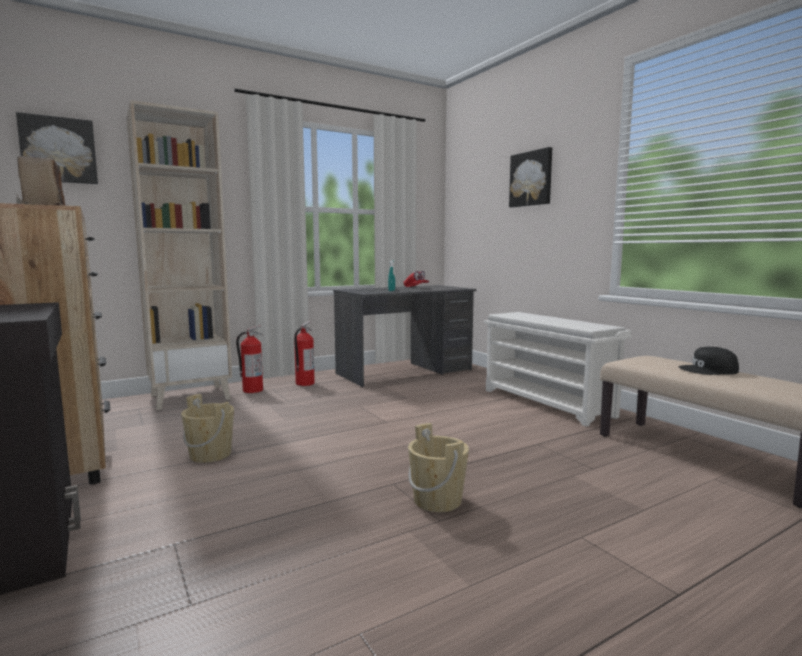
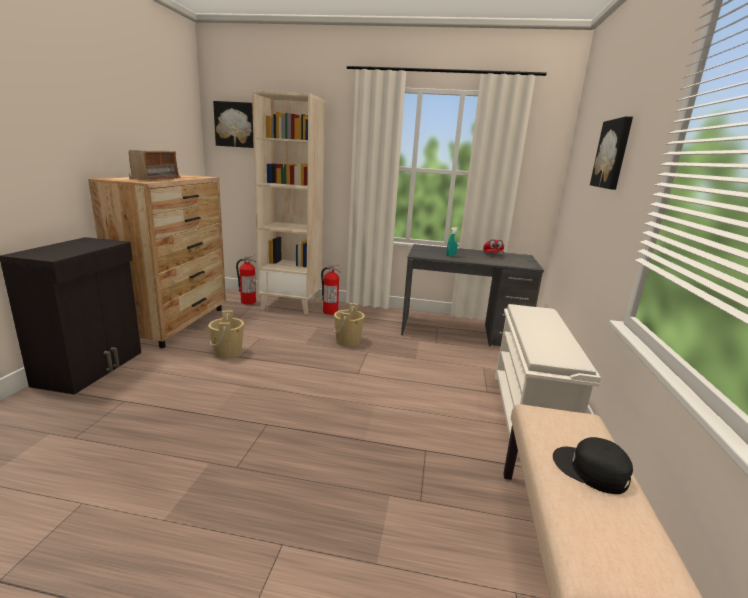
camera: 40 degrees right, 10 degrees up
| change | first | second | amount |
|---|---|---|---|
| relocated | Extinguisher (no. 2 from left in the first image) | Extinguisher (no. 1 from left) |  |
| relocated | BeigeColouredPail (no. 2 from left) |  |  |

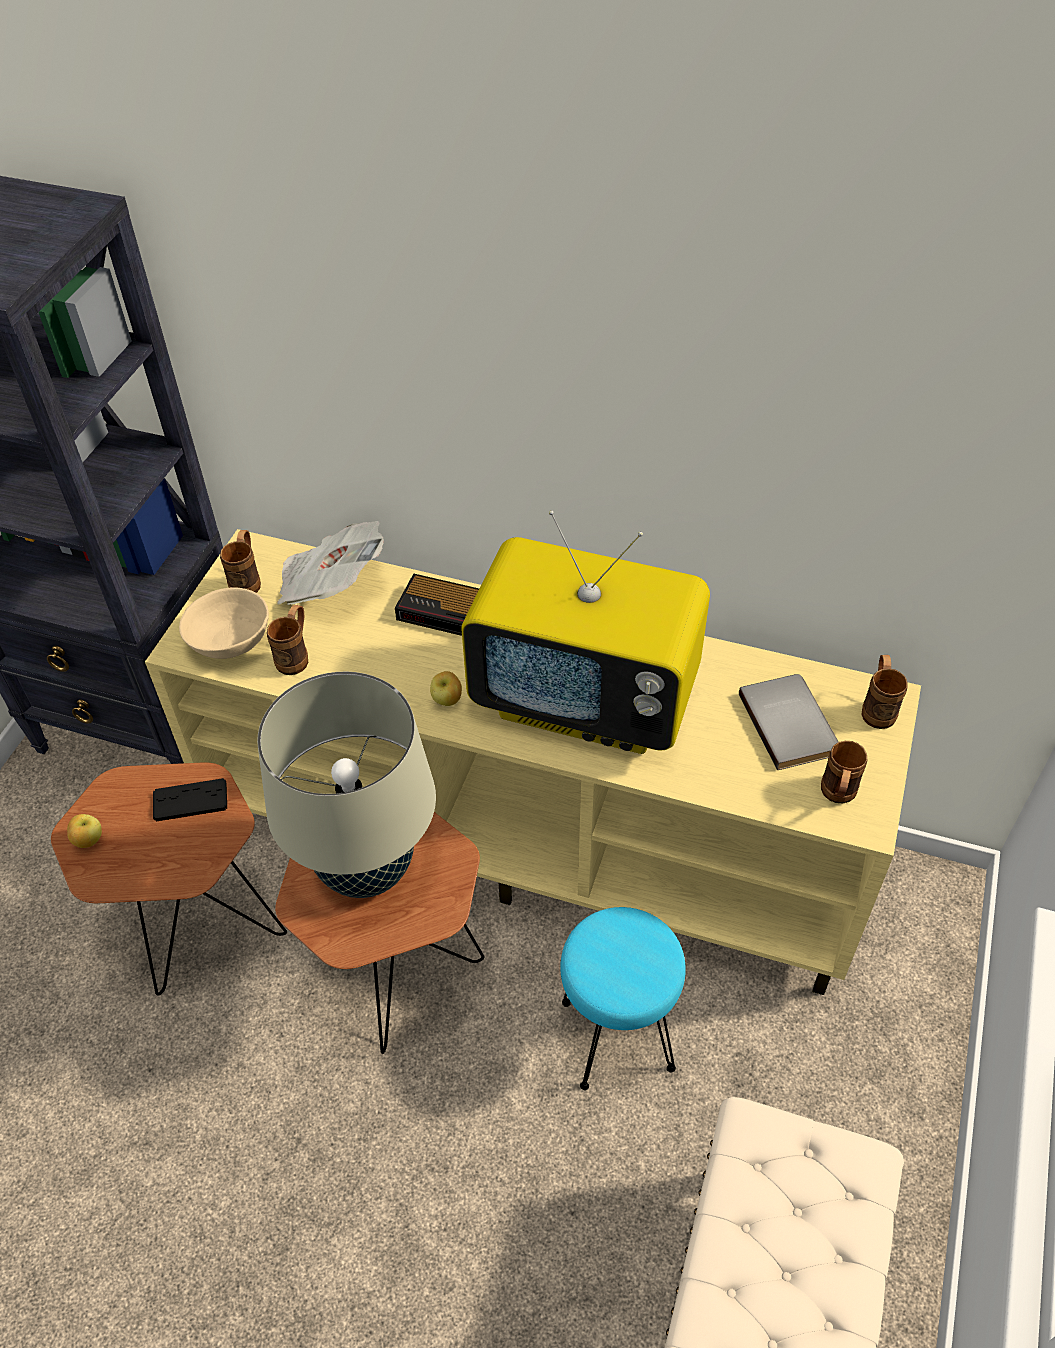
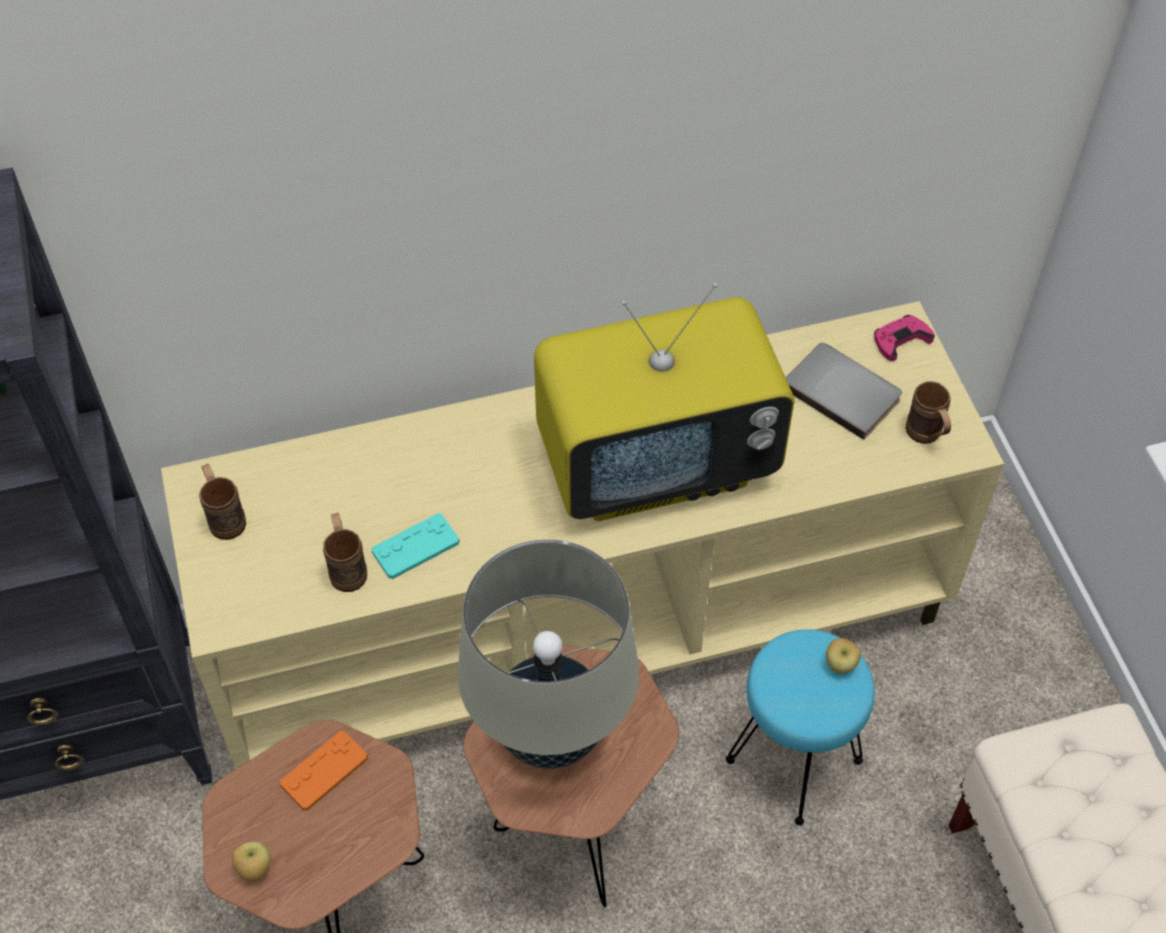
camera: 35 degrees left, 5 degrees up
| change | first | second | amount |
|---|---|---|---|
| colour | BlackishGameController | OrangeyGameController |  |
| appeared |  | TurquoiseColouredGameController |  |
| relocated | WholeApple (no. 2 from left) |  |  |
| exchanged | BrownishMug (no. 4 from left) | PinkColouredGameController |  |
| missing | BeigeColouredServingBowl |  |  |
| missing | DailyPaper |  |  |
| missing | AlarmClock |  |  |

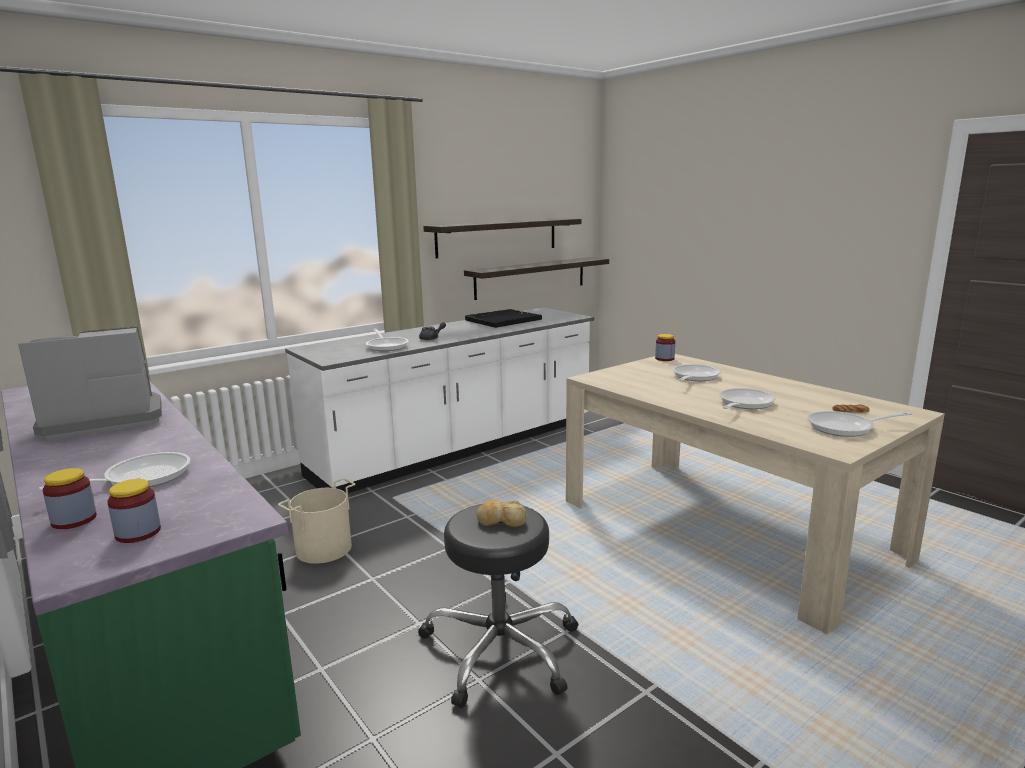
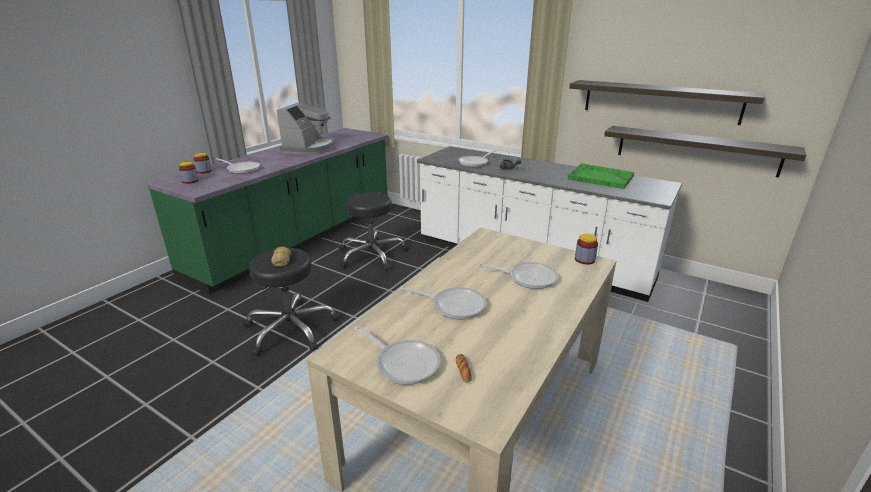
camera: 70 degrees right, 10 degrees up
| change | first | second | amount |
|---|---|---|---|
| spun | CoffeeMachine |  | 60 degrees clockwise |
| exchanged | BeigeColouredPail | BlackishStoolSeat (no. 2 from left) |  |
| spun | Skillet (no. 5 from left in the first image) | Skillet (no. 2 from left) | 150 degrees clockwise |
| colour | BlackishServingTray | GreenServingTray |  |

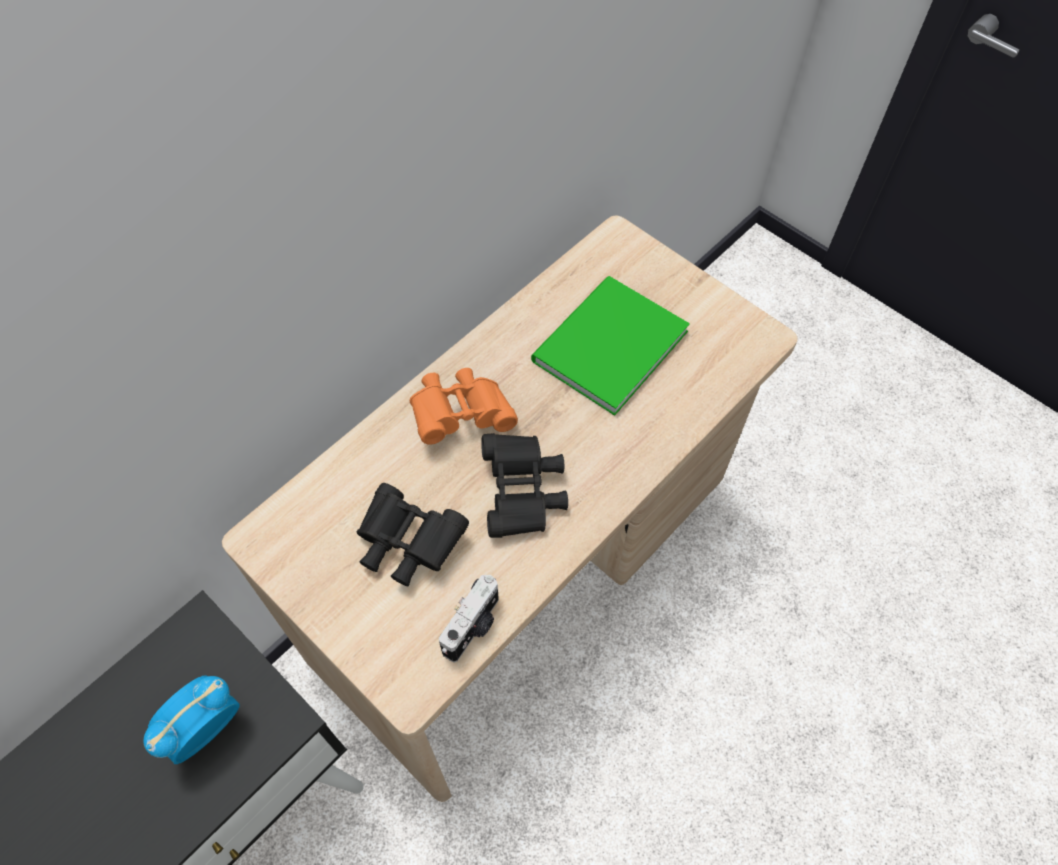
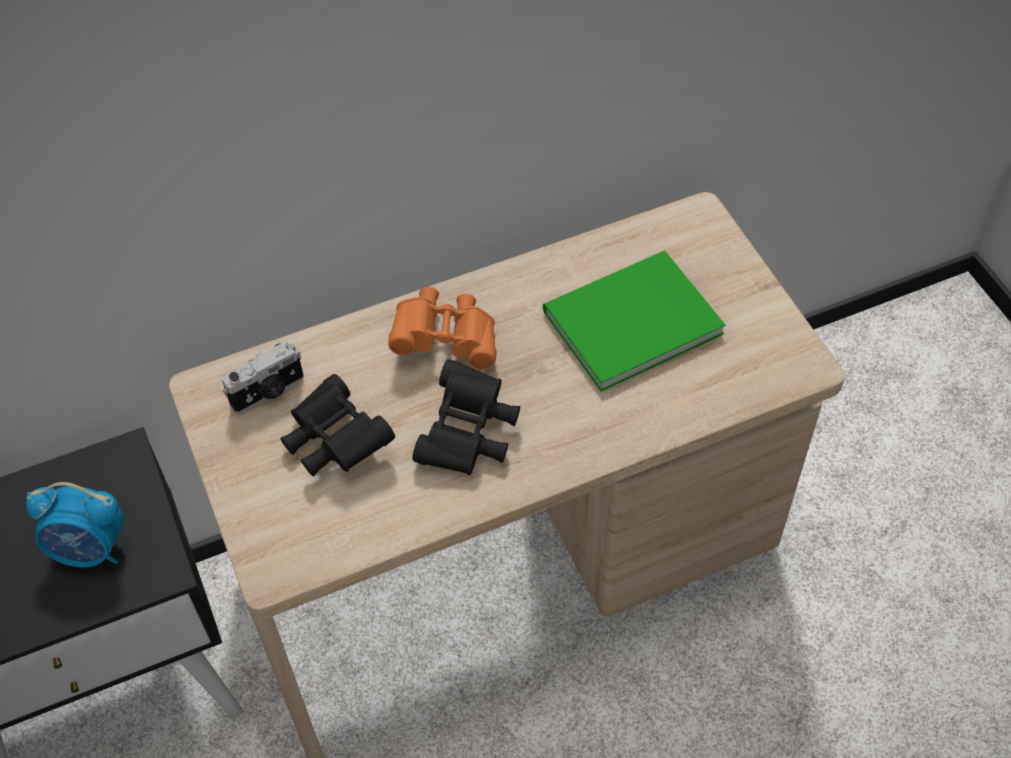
camera: 25 degrees right, 5 degrees down
| change | first | second | amount |
|---|---|---|---|
| spun | AlarmClock |  | 150 degrees counterclockwise |
| relocated | PhotoCamera |  |  |

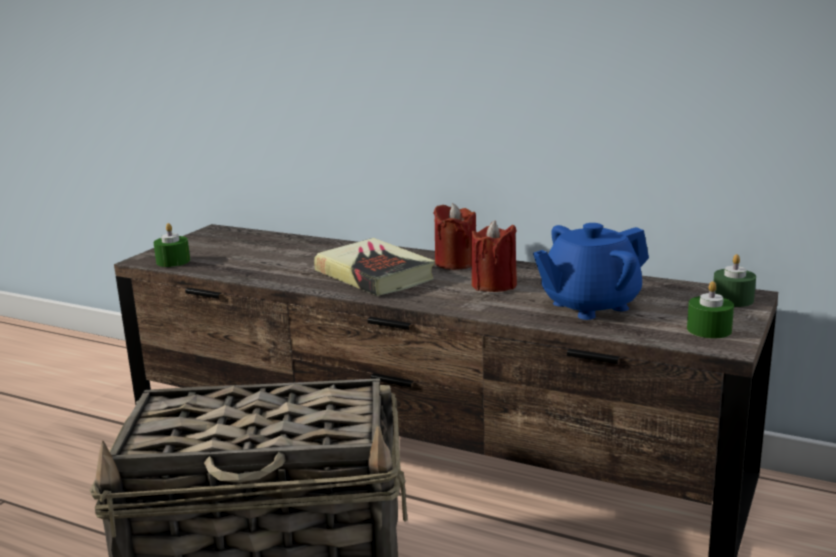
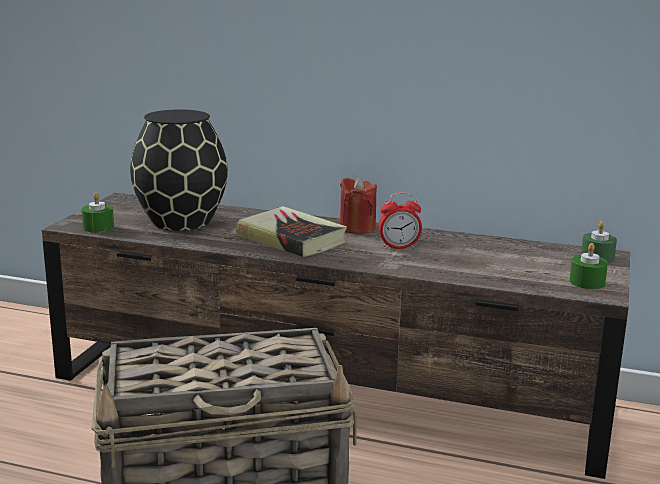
camera: 10 degrees left, 0 degrees up
| change | first | second | amount |
|---|---|---|---|
| appeared |  | BlackishVase |  |
| exchanged | ReddishWaxLight (no. 2 from left) | AlarmClock |  |
| missing | BlueTeapot |  |  |

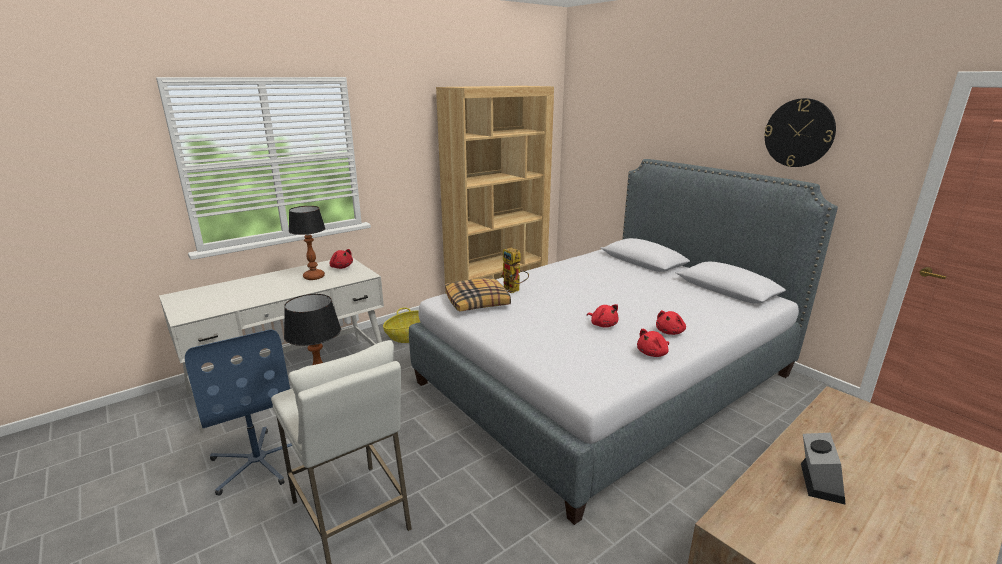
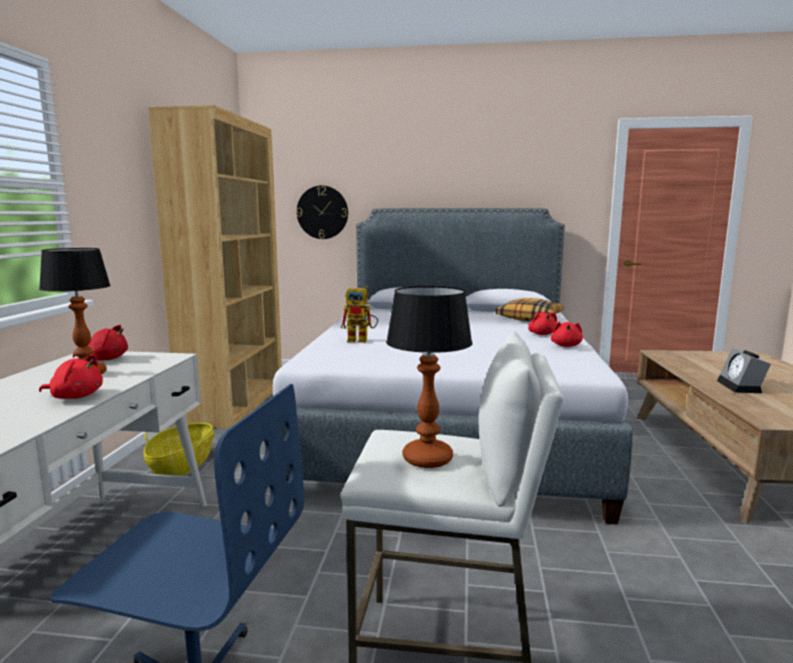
camera: 45 degrees left, 10 degrees down
| change | first | second | amount |
|---|---|---|---|
| relocated | ReddishCuddlyToy (no. 2 from left in the first image) | ReddishCuddlyToy (no. 1 from left) |  |
| relocated | HangingClock |  |  |
| relocated | ThrowPillow |  |  |
| spun | AlarmClock |  | 150 degrees counterclockwise |

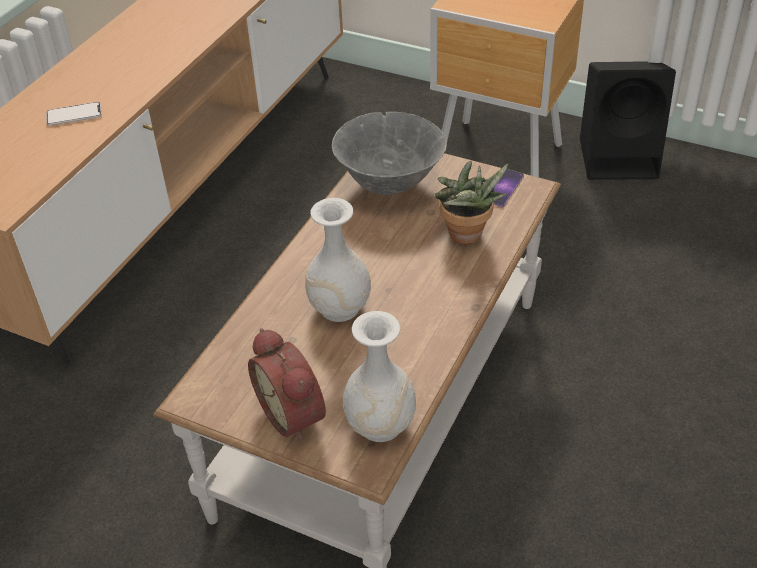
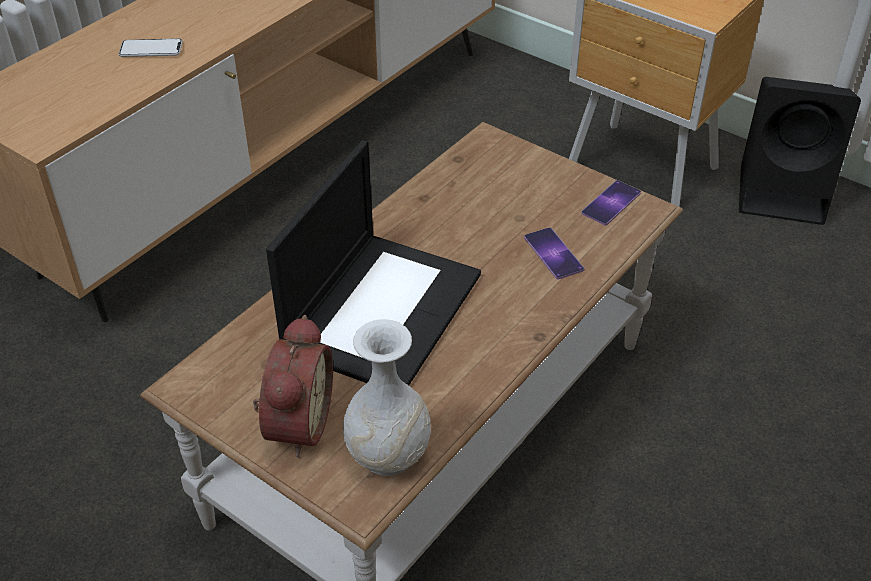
camera: 10 degrees right, 0 degrees up
| change | first | second | amount |
|---|---|---|---|
| spun | AlarmClock |  | 150 degrees counterclockwise |
| exchanged | WhiteVase (no. 1 from left) | NotebookComputer |  |
| exchanged | Houseplant | Telephone (no. 2 from left) |  |
| missing | GreyishServingBowl |  |  |

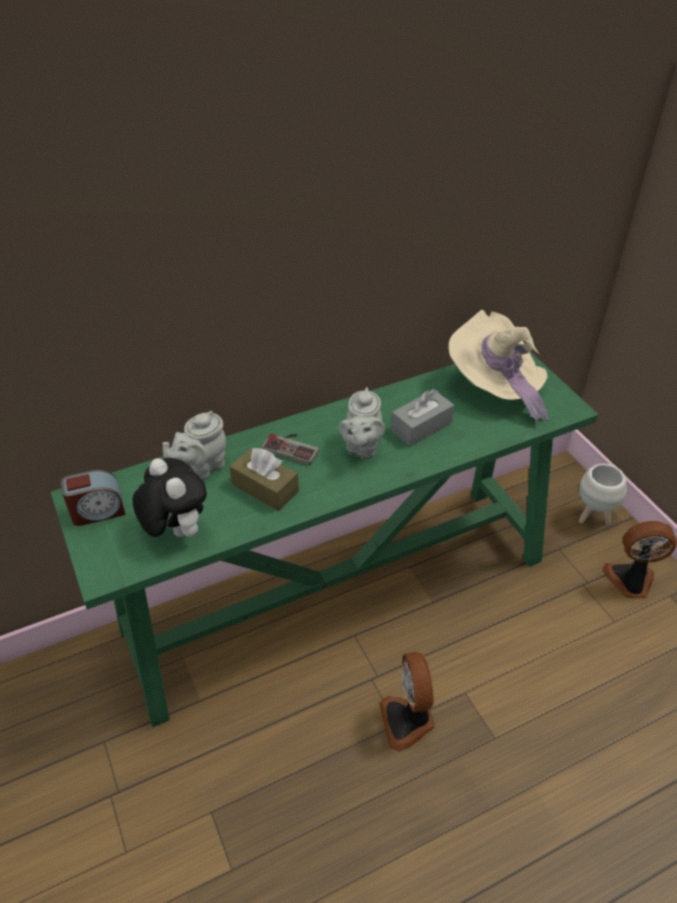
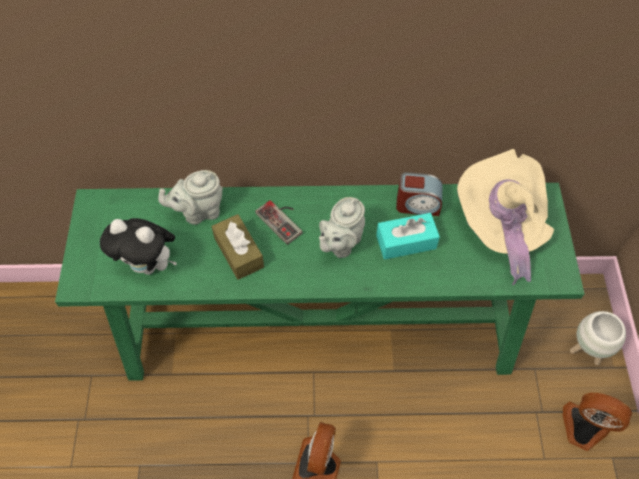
camera: 25 degrees right, 15 degrees up
| change | first | second | amount |
|---|---|---|---|
| spun | CuddlyToy |  | 120 degrees clockwise |
| colour | GreyishTissueHolder | TurquoiseColouredTissueHolder |  |
| relocated | AlarmClock |  |  |

